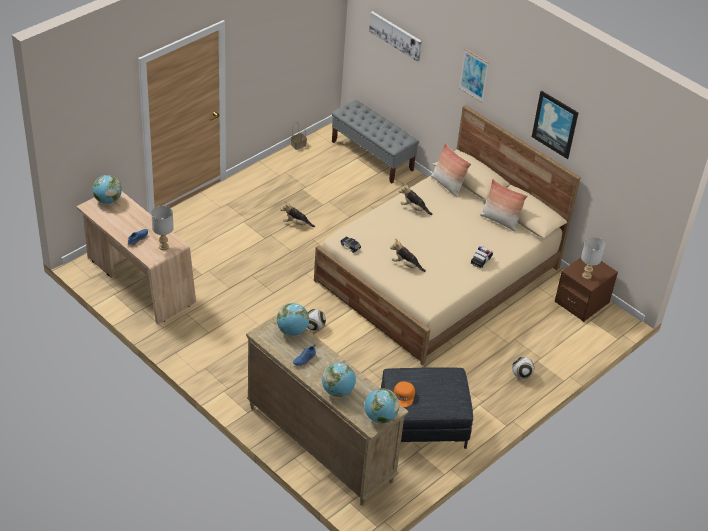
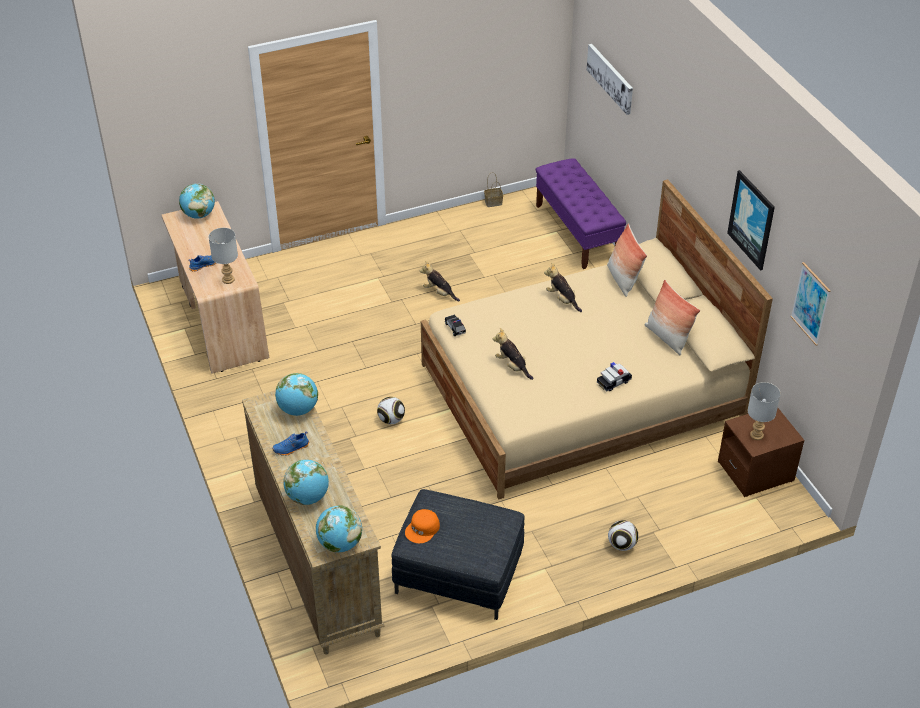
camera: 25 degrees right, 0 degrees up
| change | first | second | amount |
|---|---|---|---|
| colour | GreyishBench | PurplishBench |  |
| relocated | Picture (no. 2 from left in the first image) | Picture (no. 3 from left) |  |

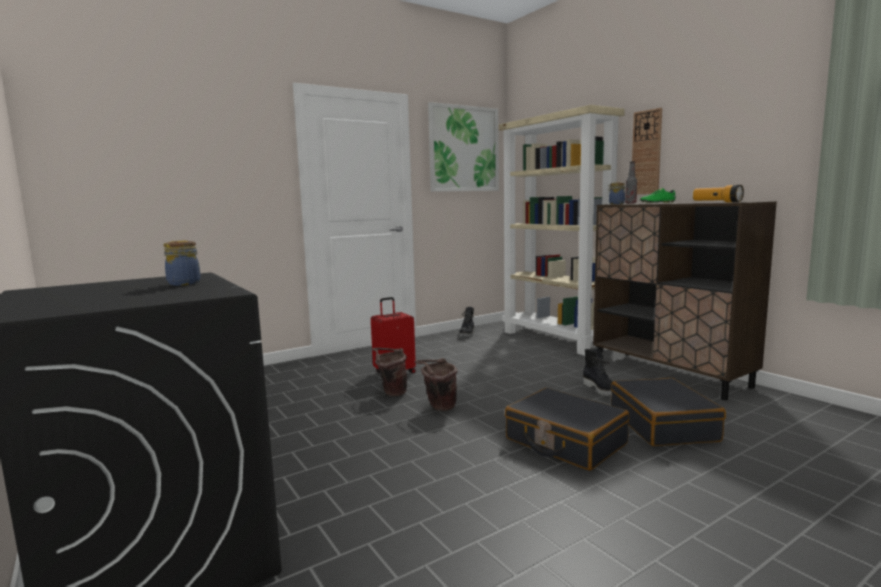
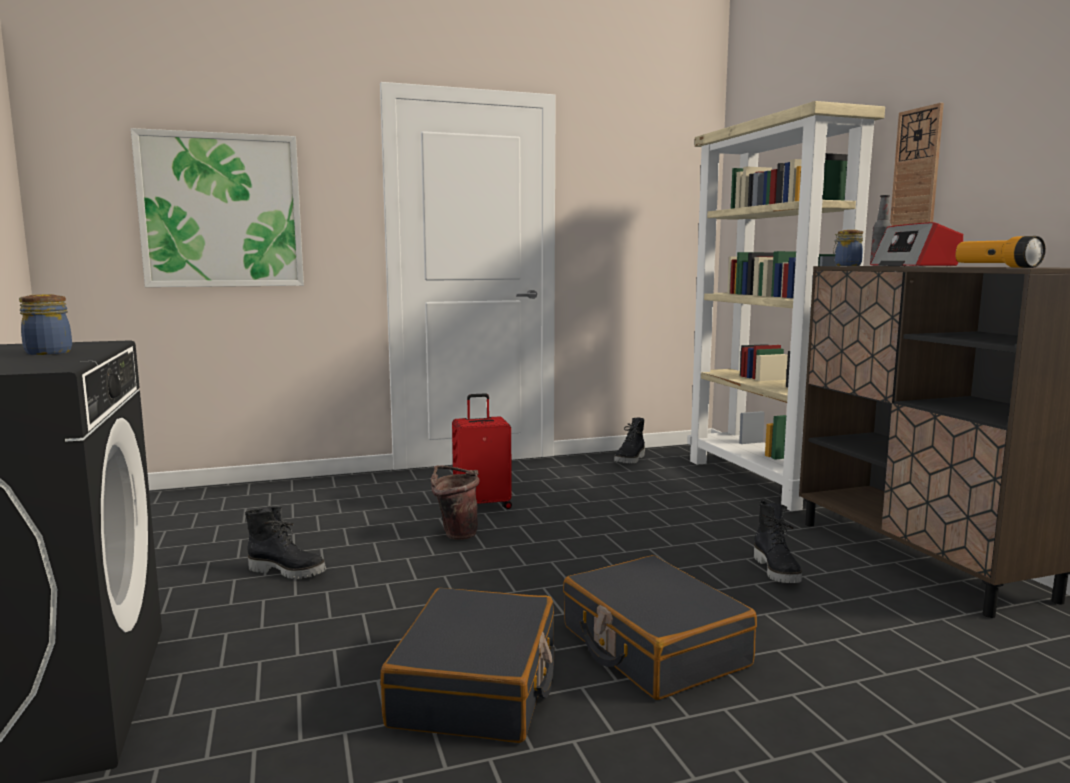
camera: 15 degrees right, 0 degrees up
| change | first | second | amount |
|---|---|---|---|
| relocated | Picture |  |  |
| appeared |  | BlackishTallBoot (no. 1 from left) |  |
| relocated | BlackishSuitcase (no. 2 from left in the first image) | BlackishSuitcase (no. 1 from left) |  |
| exchanged | GreenShoe | Radio |  |
| missing | BrownishPail (no. 2 from left) |  |  |

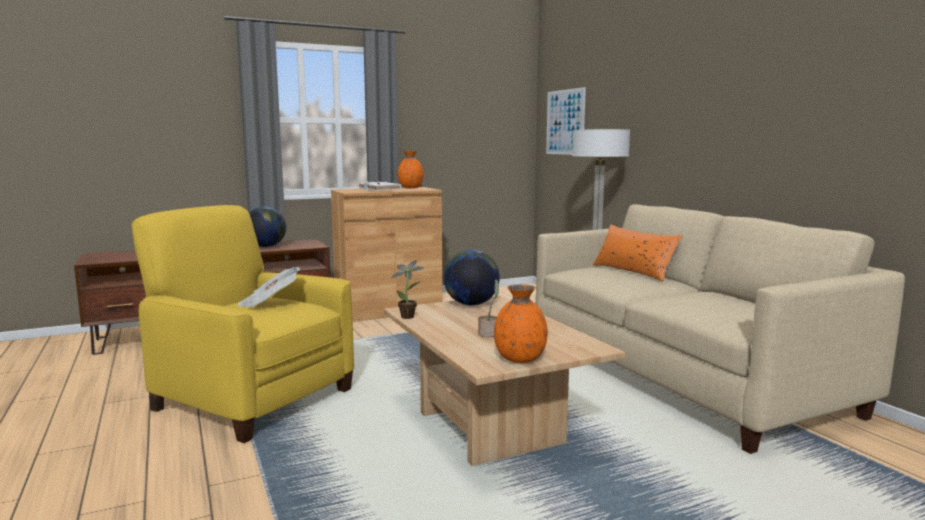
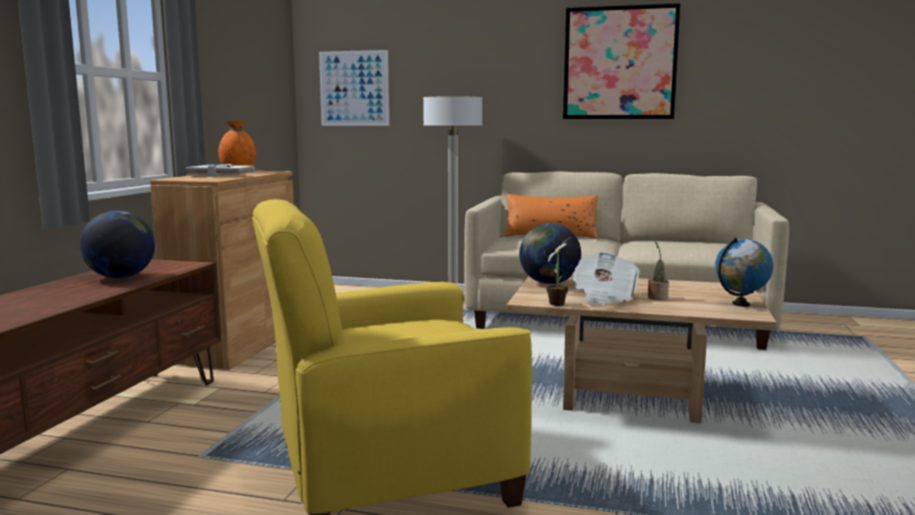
camera: 50 degrees left, 0 degrees up
| change | first | second | amount |
|---|---|---|---|
| appeared |  | Picture (no. 2 from left) |  |
| relocated | DailyPaper |  |  |
| exchanged | OrangeyVase (no. 2 from left) | Globe (no. 3 from left) |  |

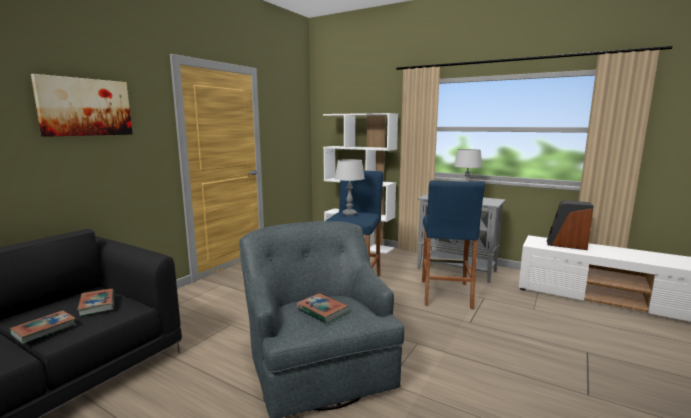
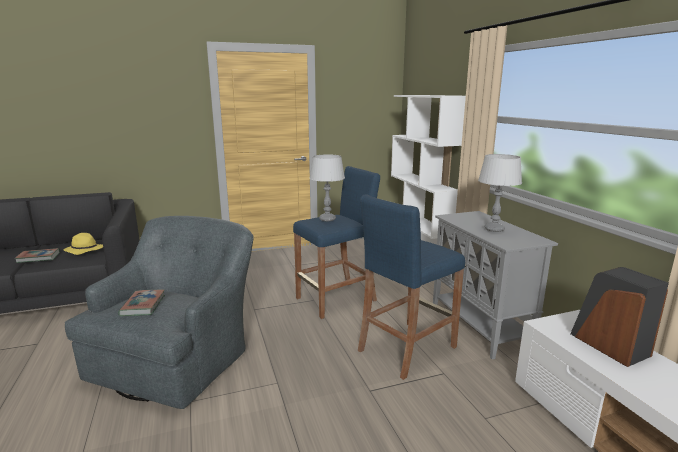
camera: 40 degrees right, 5 degrees up
| change | first | second | amount |
|---|---|---|---|
| exchanged | Book (no. 2 from left) | YellowishClothingHat |  |
| missing | Picture |  |  |

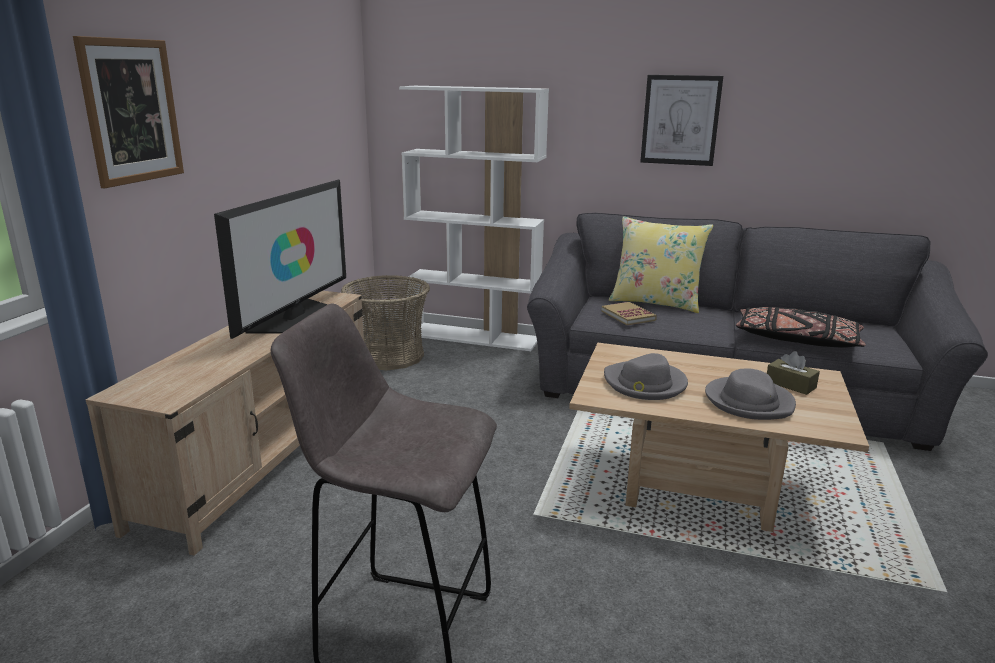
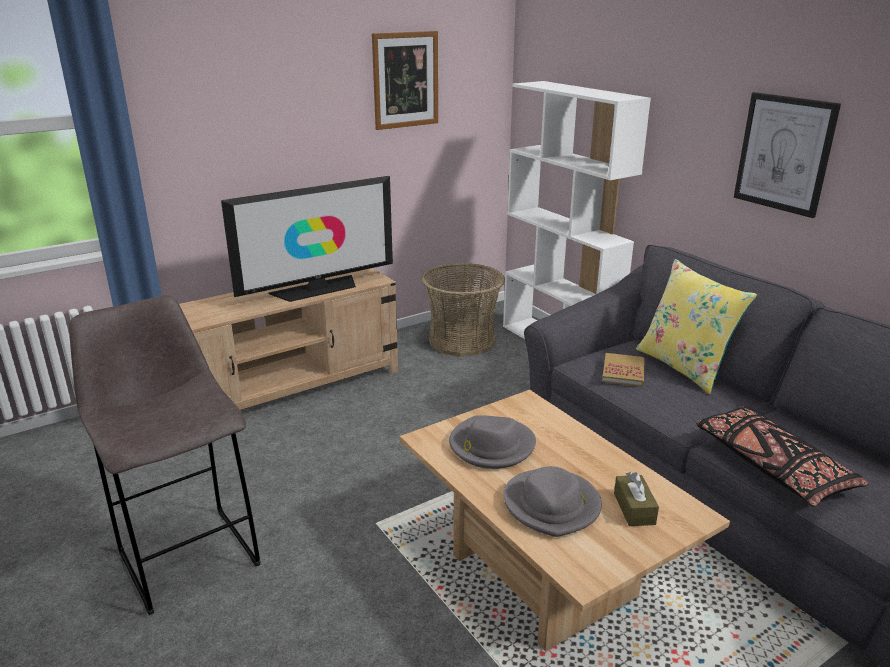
camera: 40 degrees right, 5 degrees up
| change | first | second | amount |
|---|---|---|---|
| relocated | Picture (no. 1 from left) |  |  |

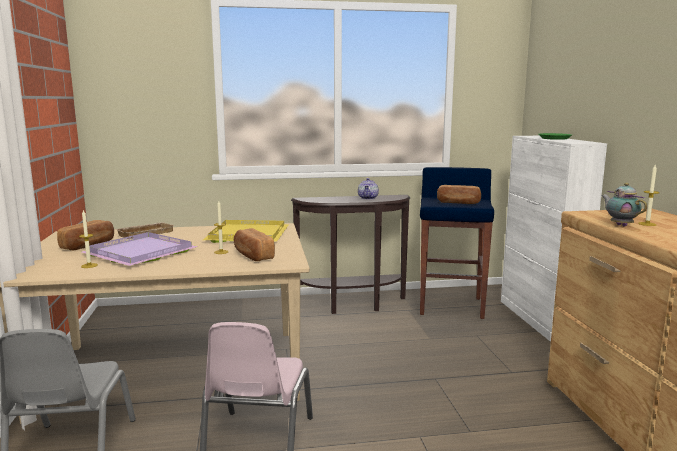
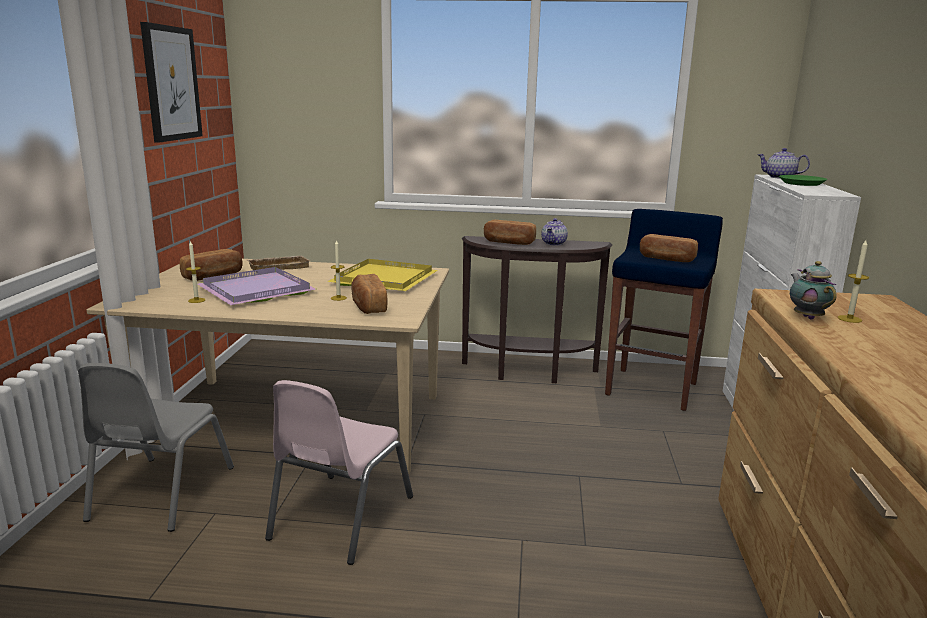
camera: 15 degrees right, 5 degrees up
| change | first | second | amount |
|---|---|---|---|
| appeared |  | Picture |  |
| appeared |  | BakeryBread (no. 3 from left) |  |
| appeared |  | Teapot (no. 2 from left) |  |

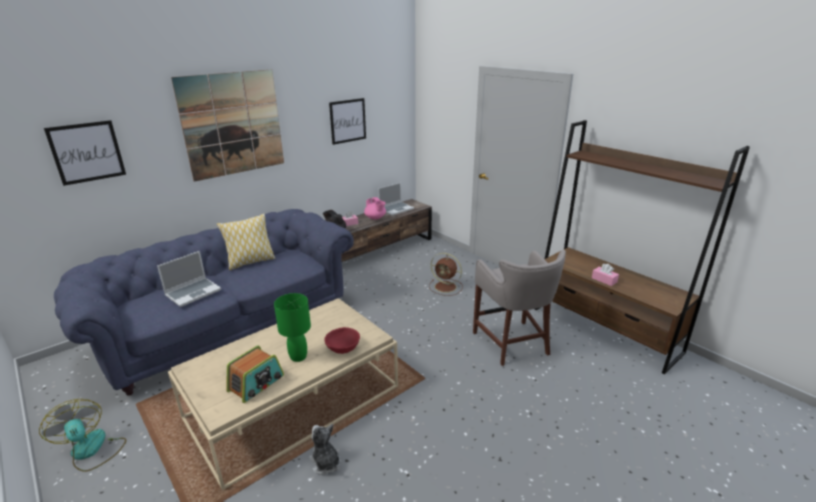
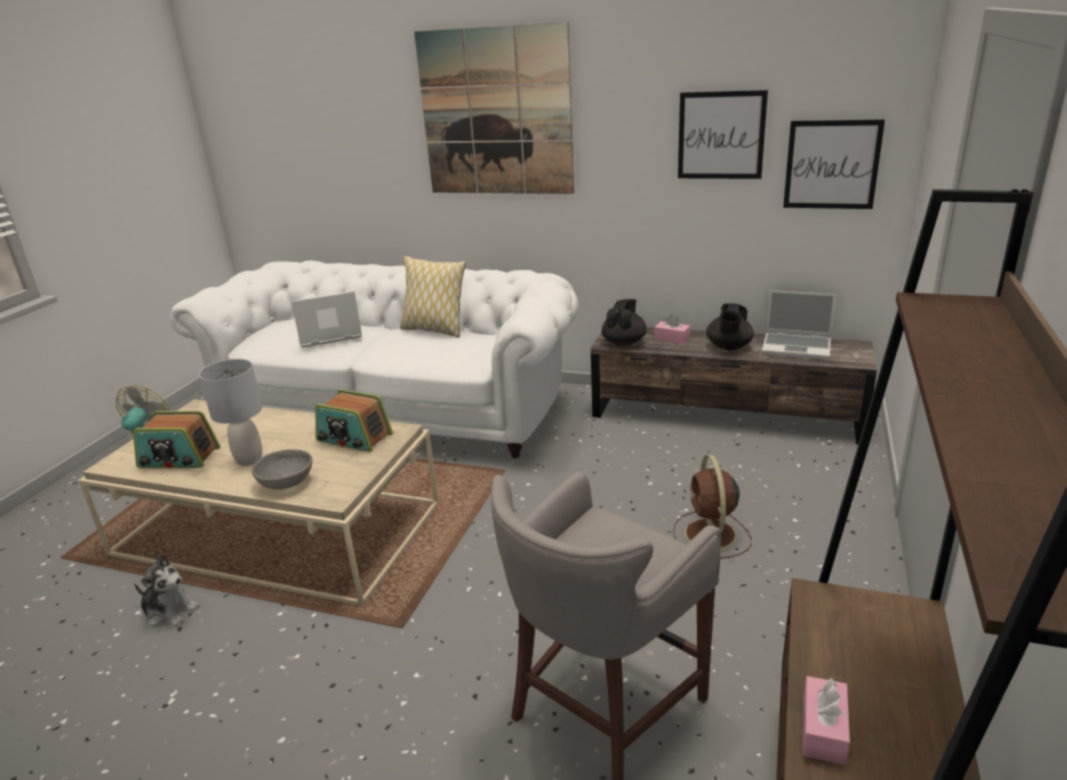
camera: 60 degrees right, 0 degrees up
| change | first | second | amount |
|---|---|---|---|
| spun | CuddlyToy |  | 90 degrees clockwise |
| colour | BlueCouch | WhiteCouch |  |
| colour | GreenLampForATable | GreyishLampForATable |  |
| colour | ReddishServingBowl | GreyishServingBowl |  |
| spun | NotebookComputer (no. 1 from left) |  | 150 degrees clockwise |
| appeared |  | Radio (no. 2 from left) |  |
| colour | PinkColouredTeapot | BlackishTeapot (no. 2 from left) |  |
| relocated | Picture (no. 1 from left in the first image) | Picture (no. 3 from left) |  |

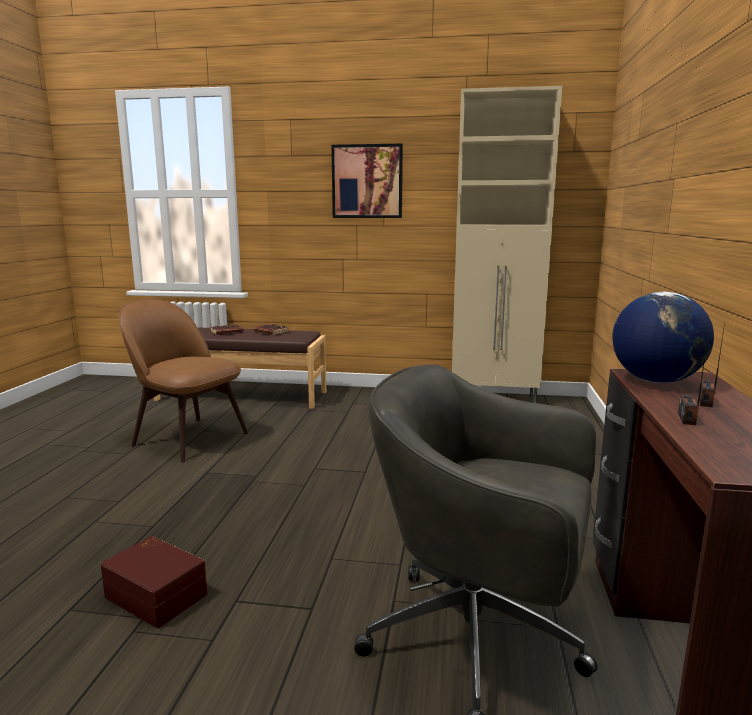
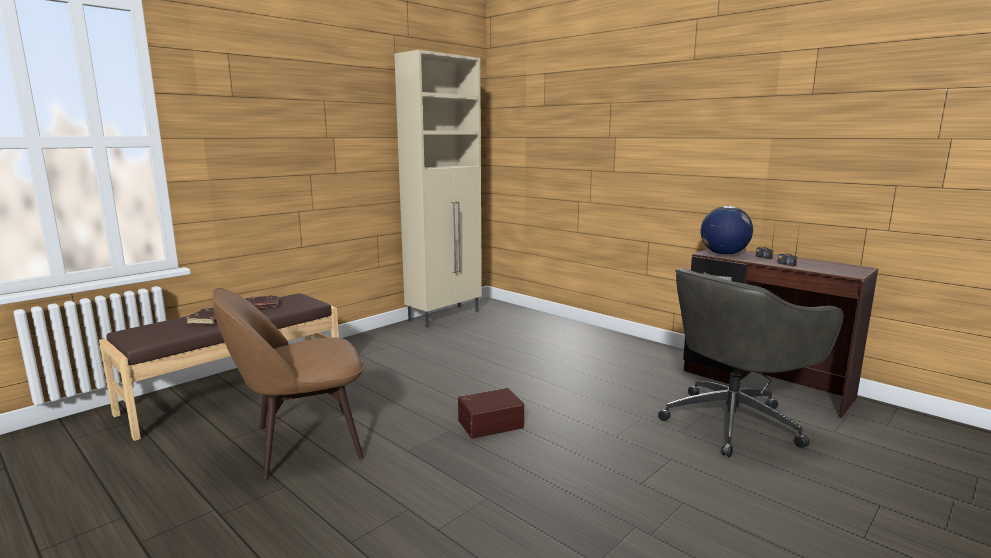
camera: 55 degrees left, 0 degrees up
| change | first | second | amount |
|---|---|---|---|
| relocated | BrownishStorageBox |  |  |
| missing | Picture |  |  |

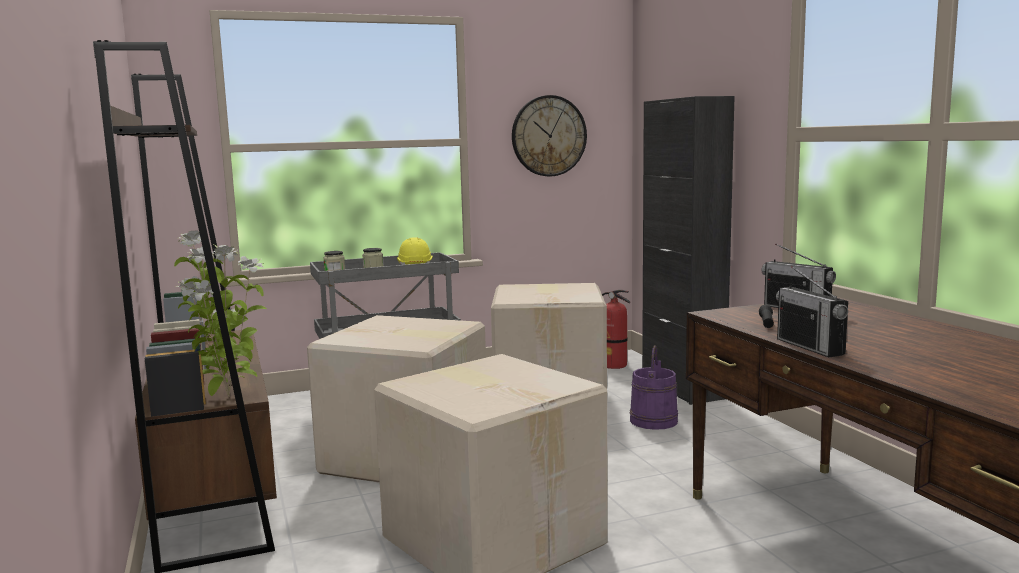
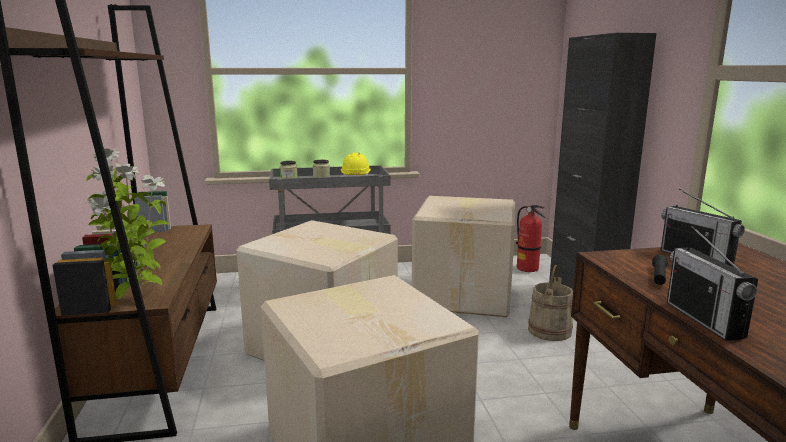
camera: 10 degrees right, 5 degrees up
| change | first | second | amount |
|---|---|---|---|
| colour | PurplishPail | BeigeColouredPail |  |
| missing | HangingClock |  |  |

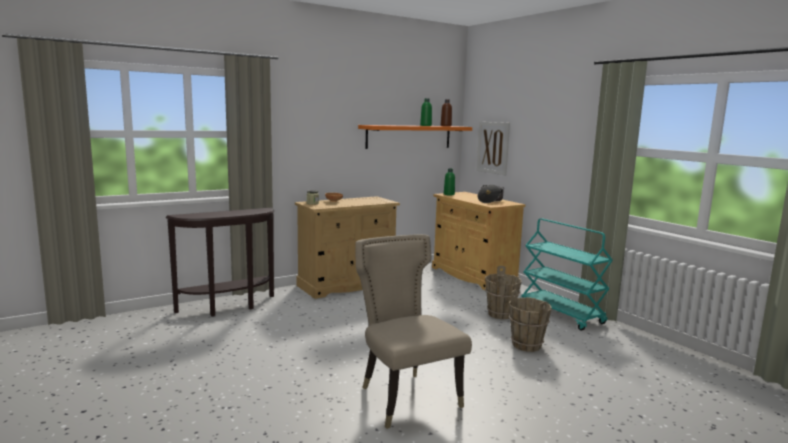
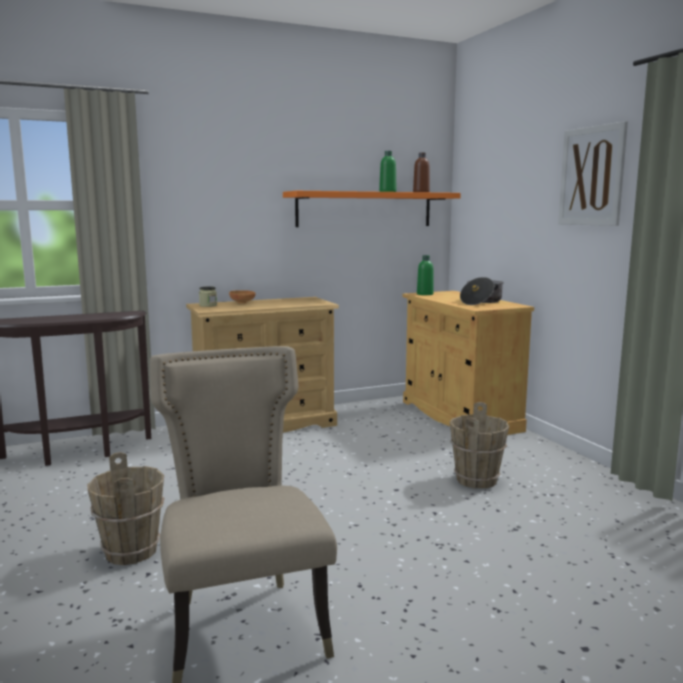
camera: 10 degrees right, 0 degrees up
| change | first | second | amount |
|---|---|---|---|
| relocated | BrownishPail (no. 2 from left in the first image) | BrownishPail (no. 1 from left) |  |
| relocated | Picture |  |  |
| missing | TurquoiseColouredWheeledCart |  |  |

